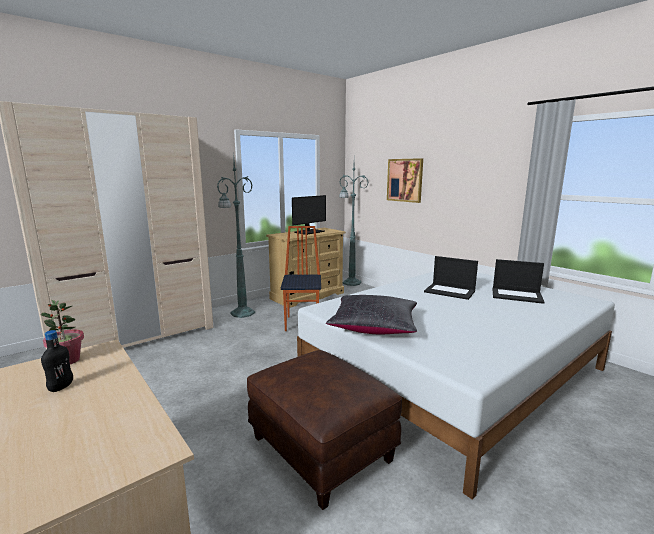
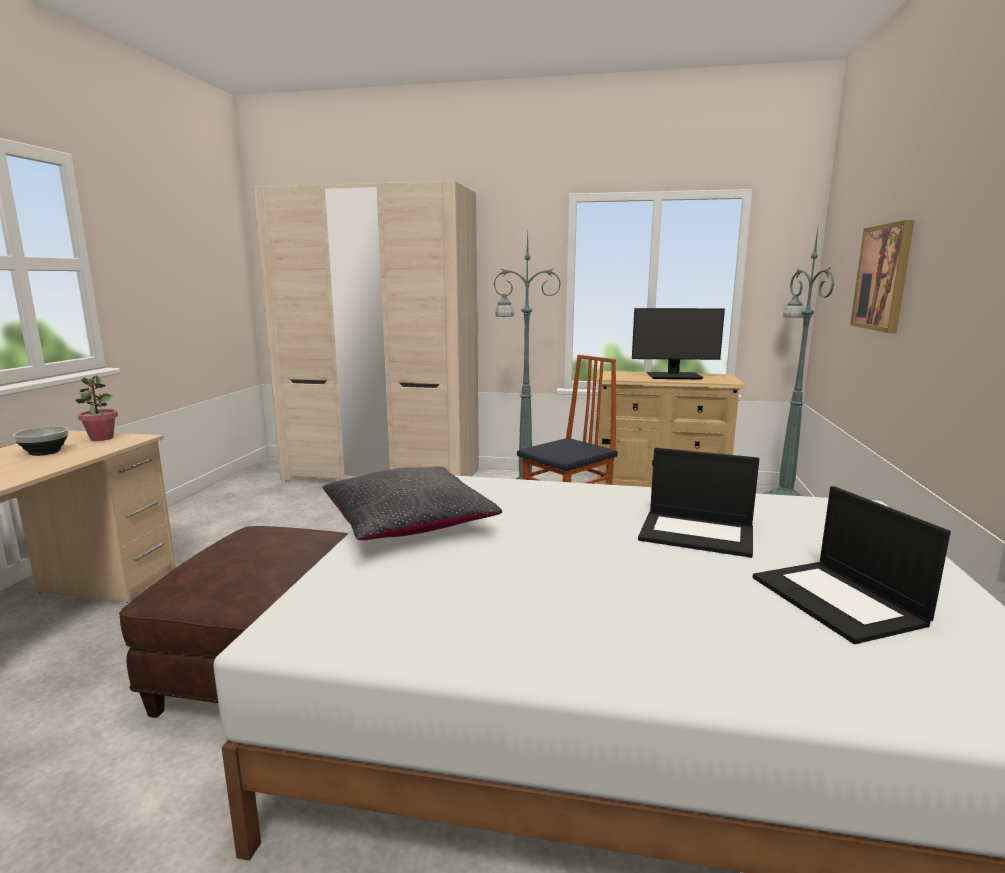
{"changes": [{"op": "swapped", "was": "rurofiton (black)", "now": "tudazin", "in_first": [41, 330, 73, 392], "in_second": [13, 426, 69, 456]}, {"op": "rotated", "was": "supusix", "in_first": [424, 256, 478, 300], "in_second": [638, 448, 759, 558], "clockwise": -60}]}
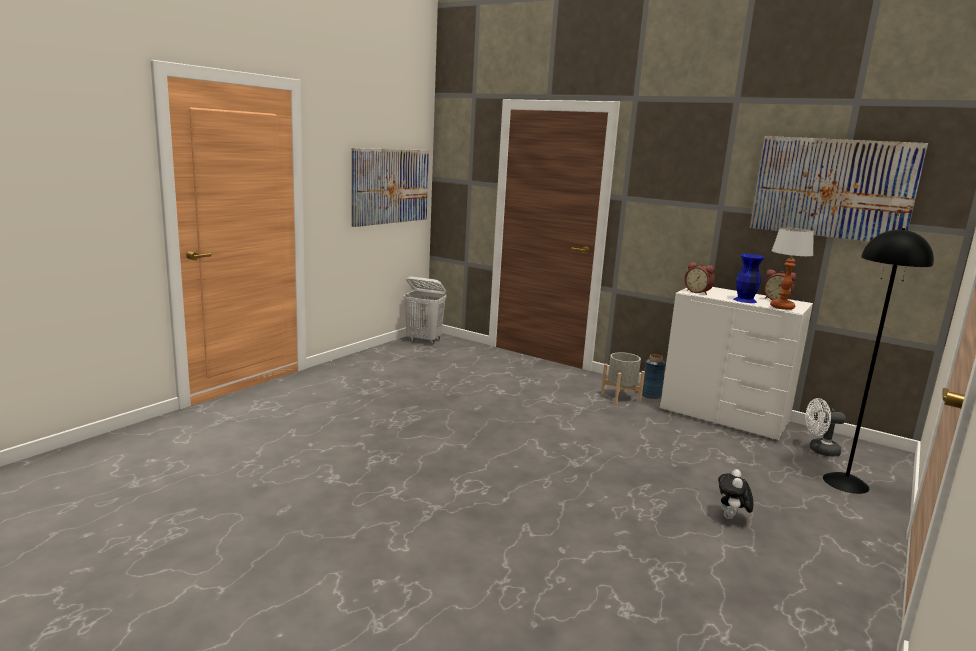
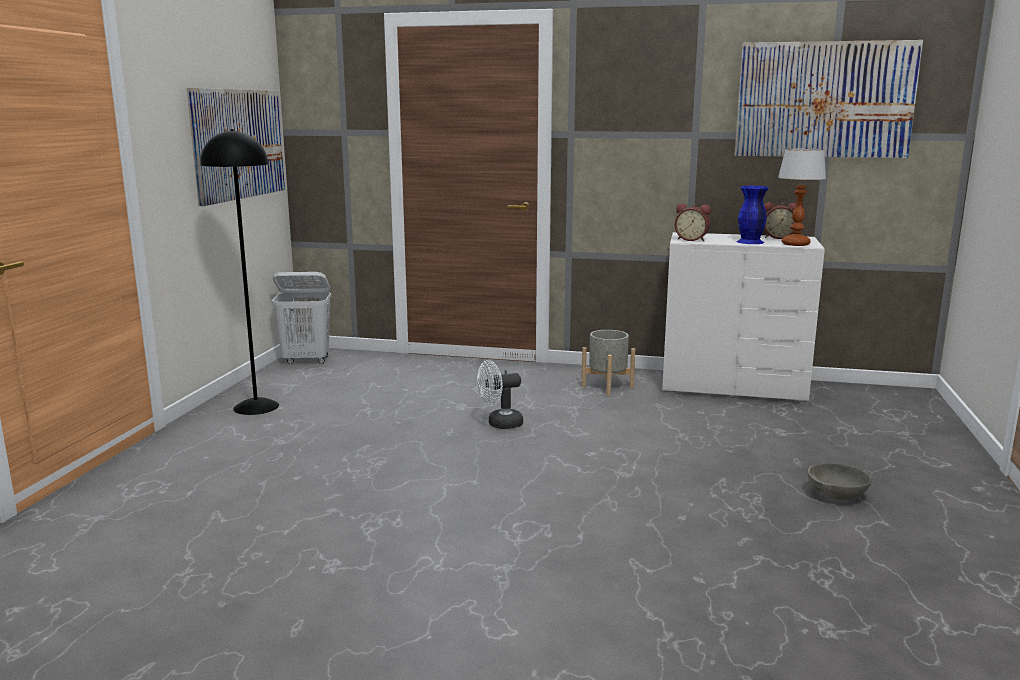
{"changes": [{"op": "gone", "was": "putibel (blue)", "in_first": [642, 354, 666, 399]}, {"op": "swapped", "was": "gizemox", "now": "tudazin (grey)", "in_first": [718, 469, 754, 519], "in_second": [808, 463, 871, 500]}, {"op": "shifted", "was": "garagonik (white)", "in_first": [805, 398, 846, 457], "in_second": [477, 360, 523, 429]}, {"op": "shifted", "was": "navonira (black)", "in_first": [823, 228, 934, 494], "in_second": [200, 129, 279, 415]}]}
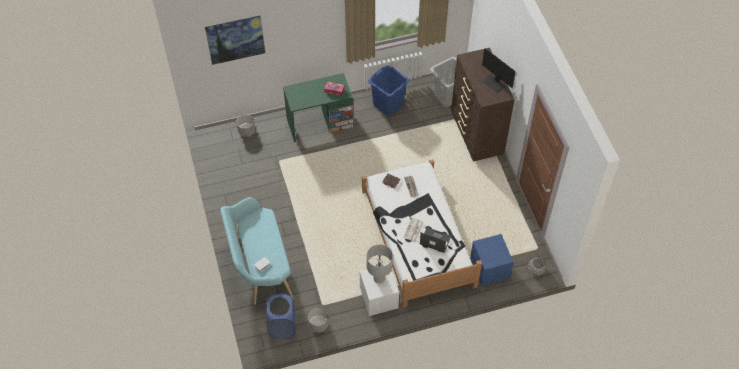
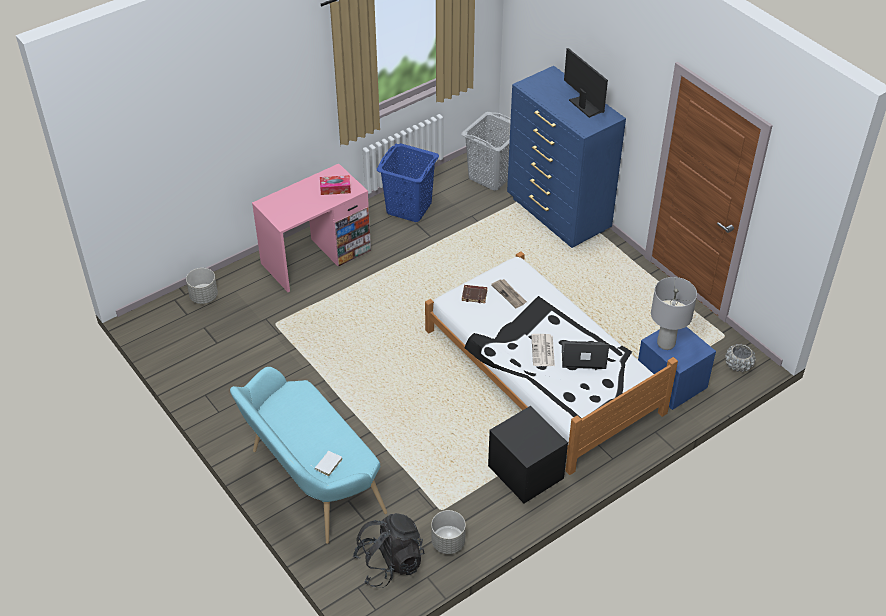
{"changes": [{"op": "gone", "was": "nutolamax", "in_first": [205, 15, 265, 65]}, {"op": "swapped", "was": "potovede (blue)", "now": "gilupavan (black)", "in_first": [265, 294, 295, 339], "in_second": [353, 513, 424, 588]}, {"op": "repainted", "was": "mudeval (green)", "now": "mudeval (pink)", "in_first": [283, 73, 353, 142], "in_second": [252, 164, 371, 292]}, {"op": "repainted", "was": "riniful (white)", "now": "riniful (black)", "in_first": [360, 263, 399, 316], "in_second": [488, 406, 568, 503]}, {"op": "shifted", "was": "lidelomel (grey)", "in_first": [366, 244, 393, 284], "in_second": [651, 277, 697, 350]}, {"op": "repainted", "was": "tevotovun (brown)", "now": "tevotovun (blue)", "in_first": [451, 48, 515, 162], "in_second": [507, 66, 626, 248]}, {"op": "rotated", "was": "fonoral", "in_first": [482, 48, 516, 93], "in_second": [564, 48, 608, 118], "clockwise": -150}]}
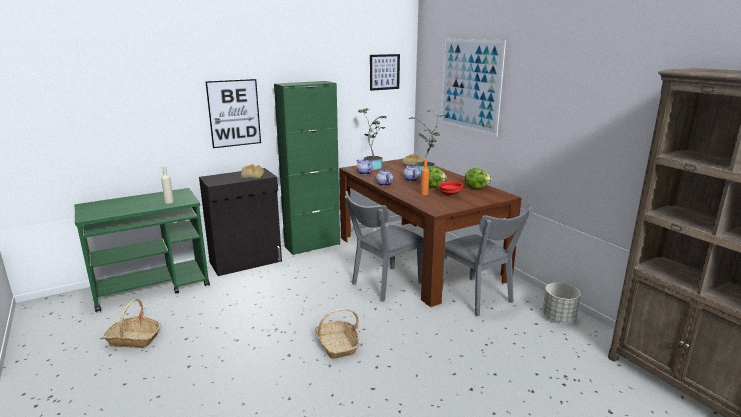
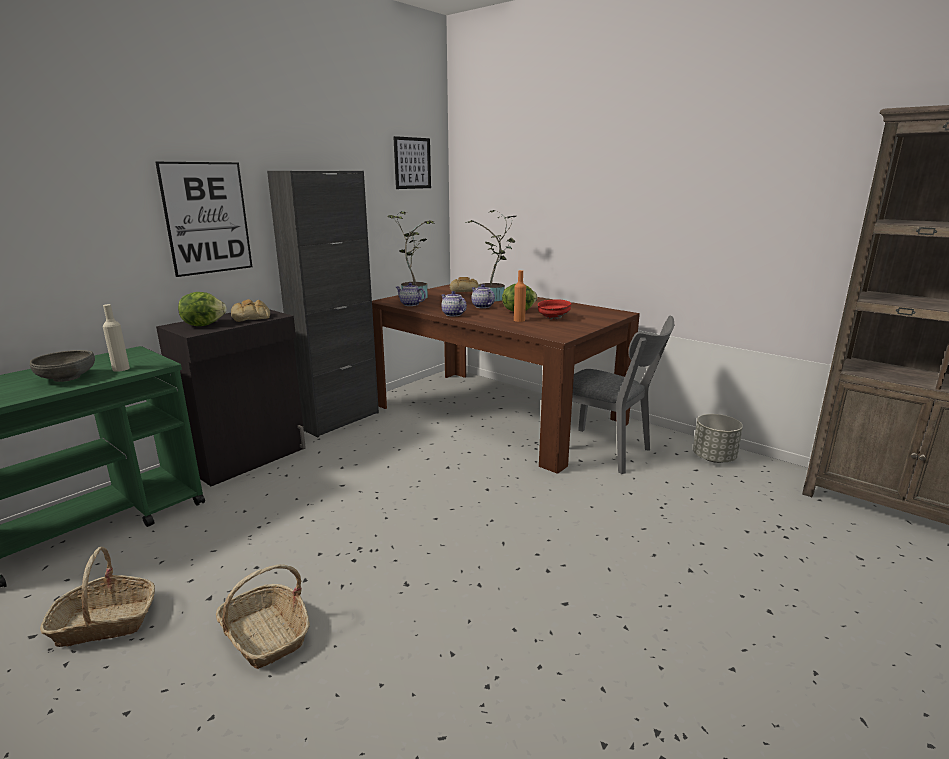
{"changes": [{"op": "repainted", "was": "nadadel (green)", "now": "nadadel (black)", "in_first": [274, 81, 340, 255], "in_second": [267, 171, 379, 437]}, {"op": "shifted", "was": "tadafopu", "in_first": [315, 308, 360, 359], "in_second": [216, 564, 310, 669]}, {"op": "gone", "was": "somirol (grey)", "in_first": [345, 191, 423, 302]}, {"op": "gone", "was": "nutolamax", "in_first": [440, 39, 506, 137]}, {"op": "shifted", "was": "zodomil", "in_first": [465, 168, 492, 189], "in_second": [178, 292, 227, 326]}, {"op": "new", "now": "tudazin (grey)", "in_second": [30, 350, 95, 382]}]}
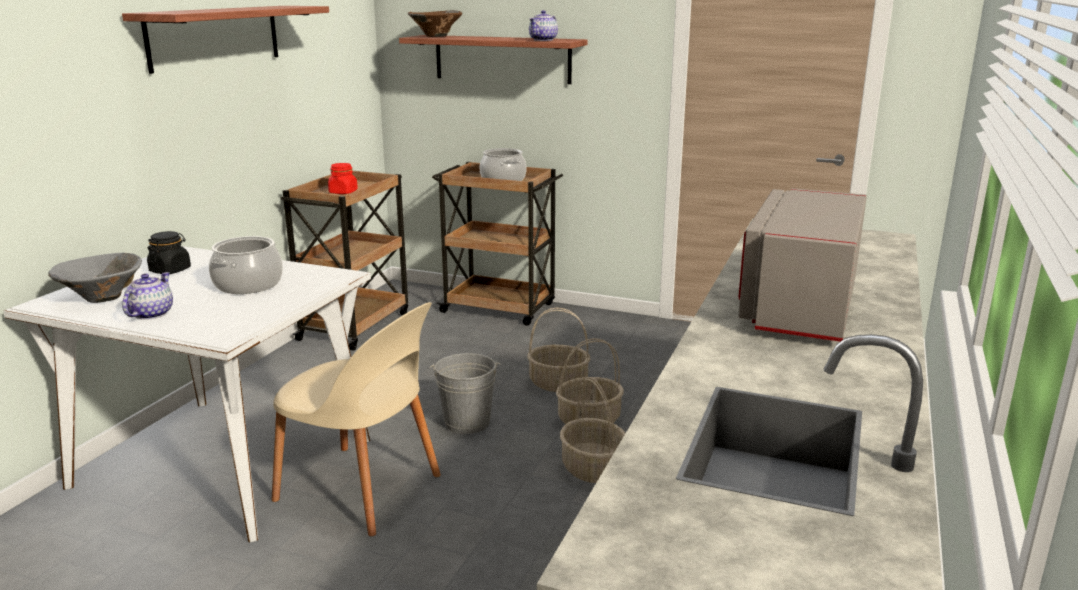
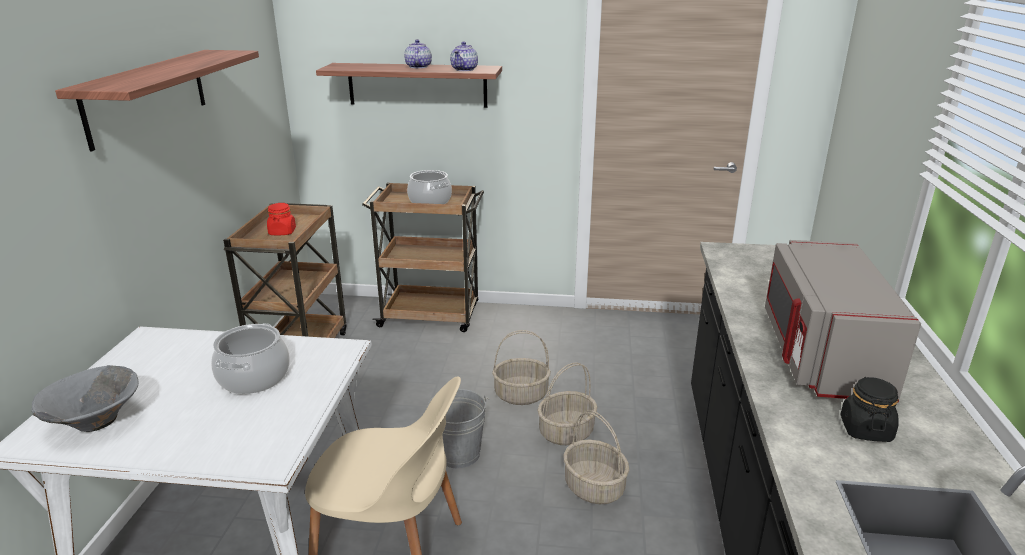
{"changes": [{"op": "shifted", "was": "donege", "in_first": [122, 272, 173, 320], "in_second": [404, 39, 432, 68]}, {"op": "shifted", "was": "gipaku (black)", "in_first": [147, 231, 191, 274], "in_second": [840, 377, 899, 442]}, {"op": "gone", "was": "tudazin (brown)", "in_first": [408, 10, 462, 37]}]}
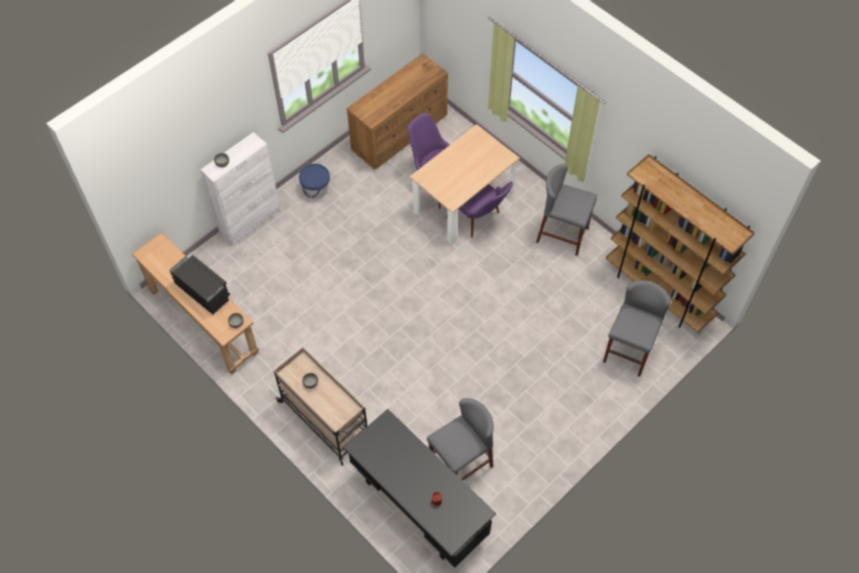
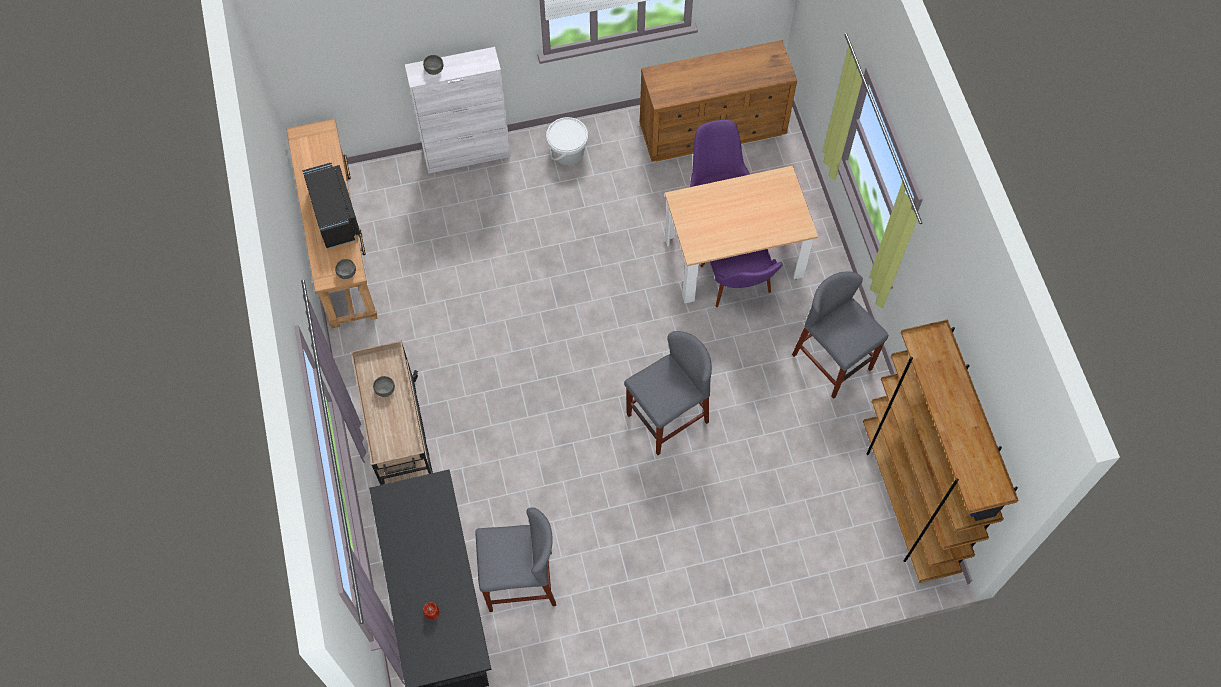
{"changes": [{"op": "repainted", "was": "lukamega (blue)", "now": "lukamega (white)", "in_first": [299, 164, 330, 199], "in_second": [546, 117, 588, 165]}, {"op": "shifted", "was": "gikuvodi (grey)", "in_first": [603, 280, 671, 377], "in_second": [624, 331, 712, 455]}]}
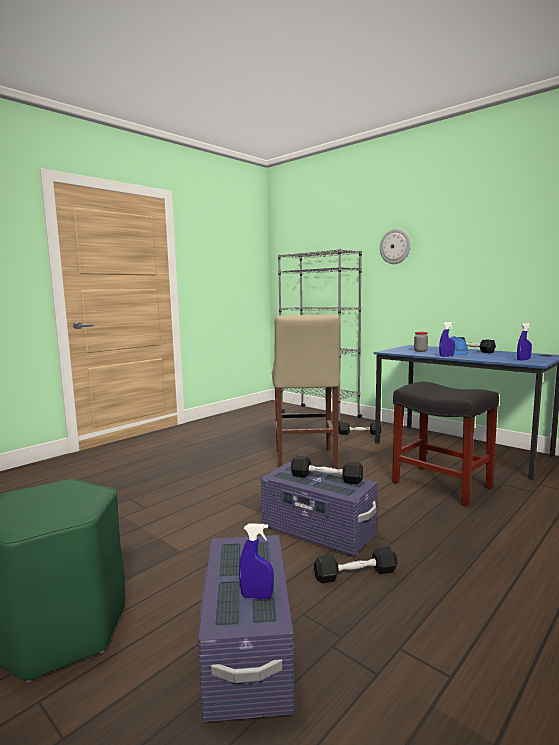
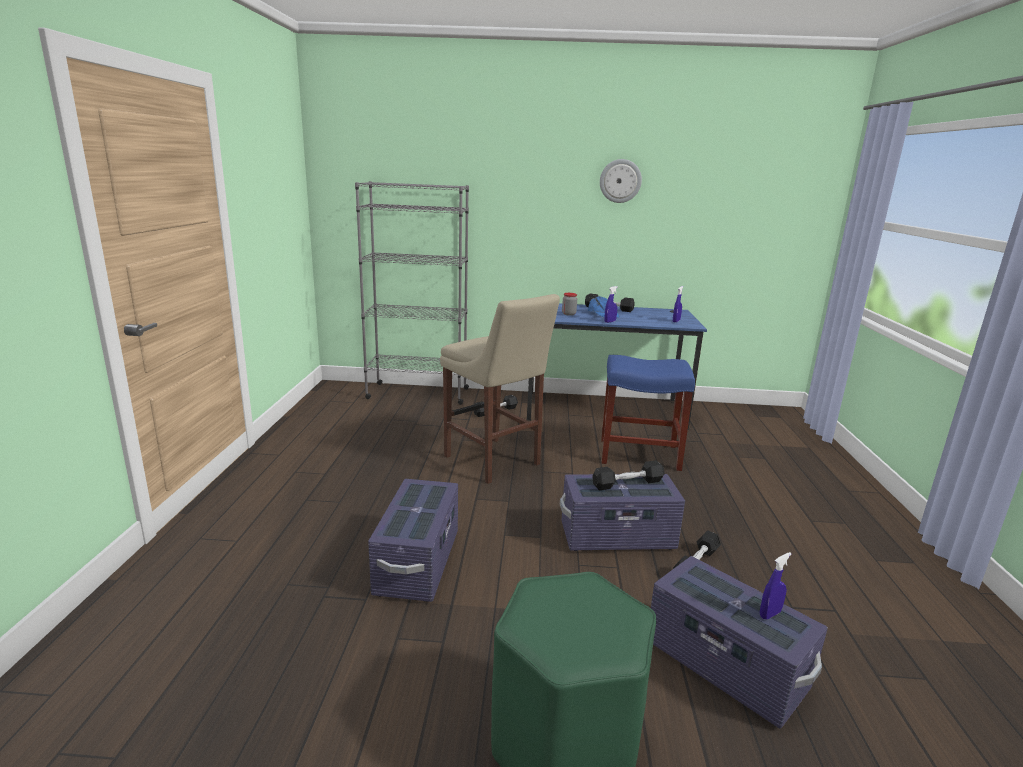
{"changes": [{"op": "shifted", "was": "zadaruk", "in_first": [380, 229, 411, 264], "in_second": [600, 159, 642, 203]}, {"op": "repainted", "was": "gikuvodi (black)", "now": "gikuvodi (blue)", "in_first": [392, 382, 499, 507], "in_second": [601, 355, 695, 471]}, {"op": "new", "now": "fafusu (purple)", "in_second": [368, 479, 458, 602]}]}
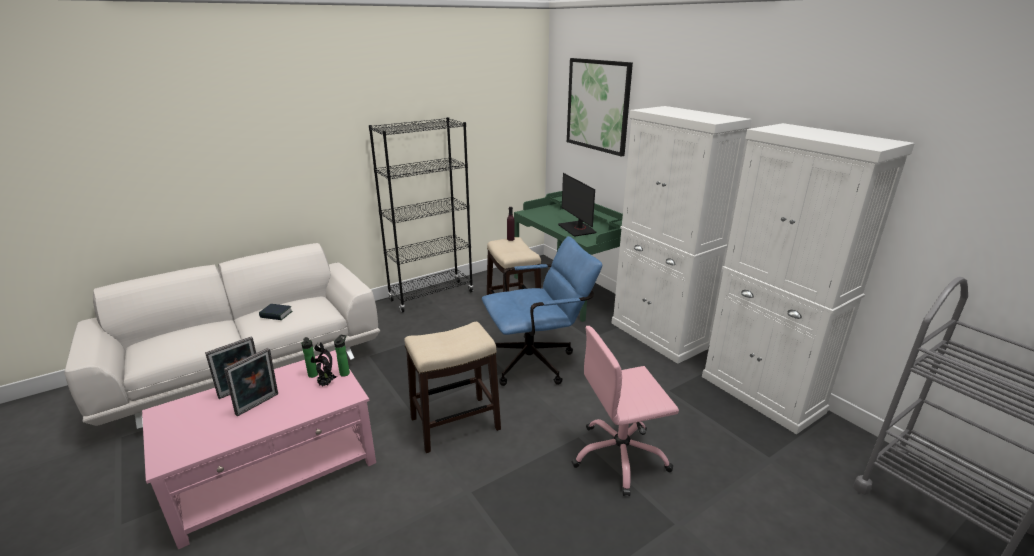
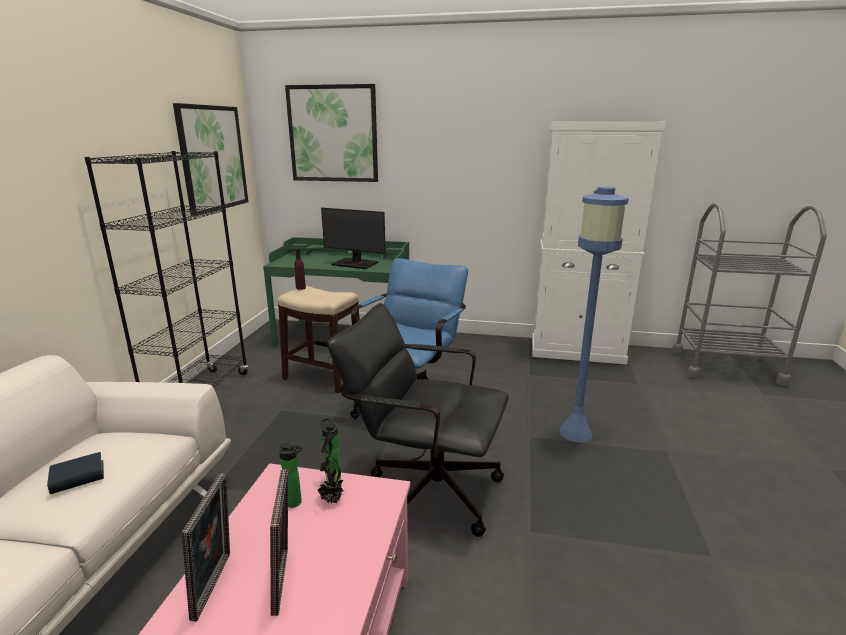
{"changes": [{"op": "swapped", "was": "gikuvodi", "now": "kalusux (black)", "in_first": [404, 322, 501, 453], "in_second": [327, 303, 509, 537]}, {"op": "swapped", "was": "kalusux (pink)", "now": "navonira (blue)", "in_first": [571, 326, 679, 496], "in_second": [559, 187, 629, 442]}, {"op": "gone", "was": "nadadel (white)", "in_first": [612, 106, 752, 364]}, {"op": "new", "now": "nutolamax", "in_second": [173, 103, 248, 217]}]}
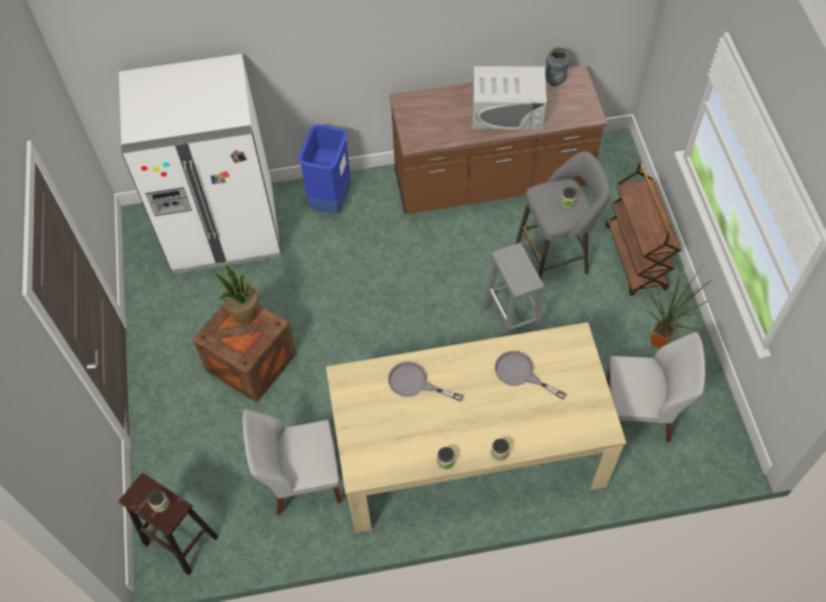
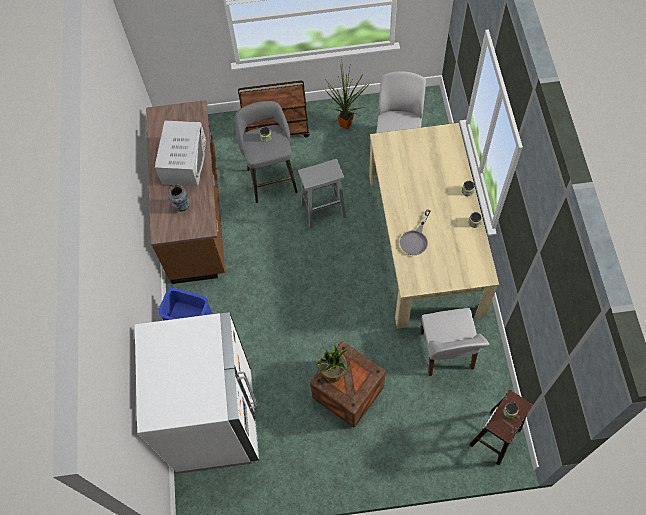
{"changes": [{"op": "gone", "was": "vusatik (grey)", "in_first": [495, 351, 567, 400]}, {"op": "shifted", "was": "putibel", "in_first": [545, 47, 569, 86], "in_second": [168, 184, 190, 212]}]}
